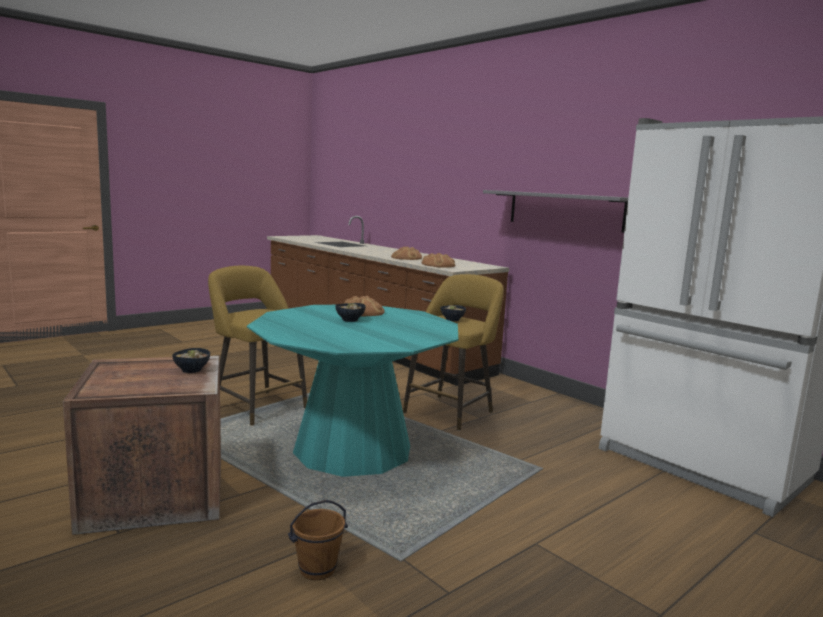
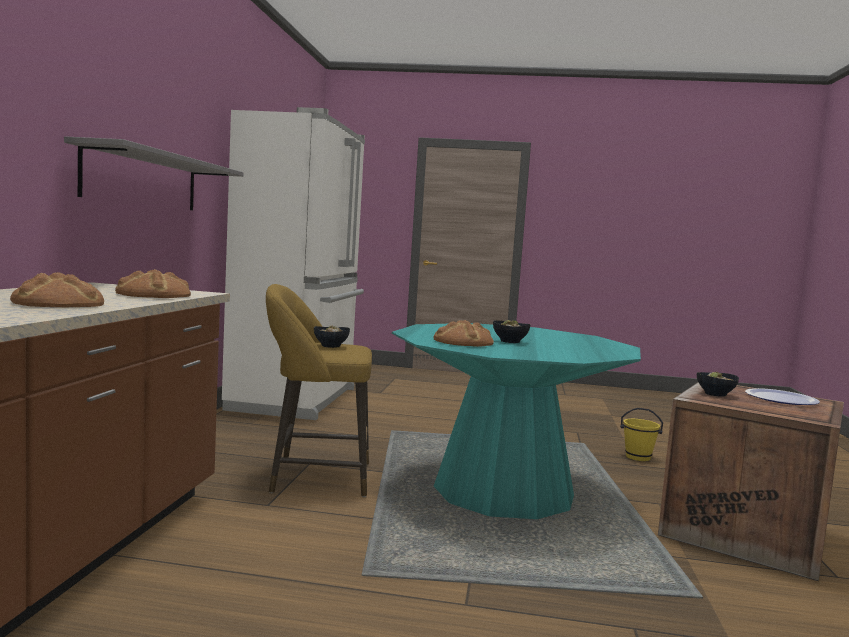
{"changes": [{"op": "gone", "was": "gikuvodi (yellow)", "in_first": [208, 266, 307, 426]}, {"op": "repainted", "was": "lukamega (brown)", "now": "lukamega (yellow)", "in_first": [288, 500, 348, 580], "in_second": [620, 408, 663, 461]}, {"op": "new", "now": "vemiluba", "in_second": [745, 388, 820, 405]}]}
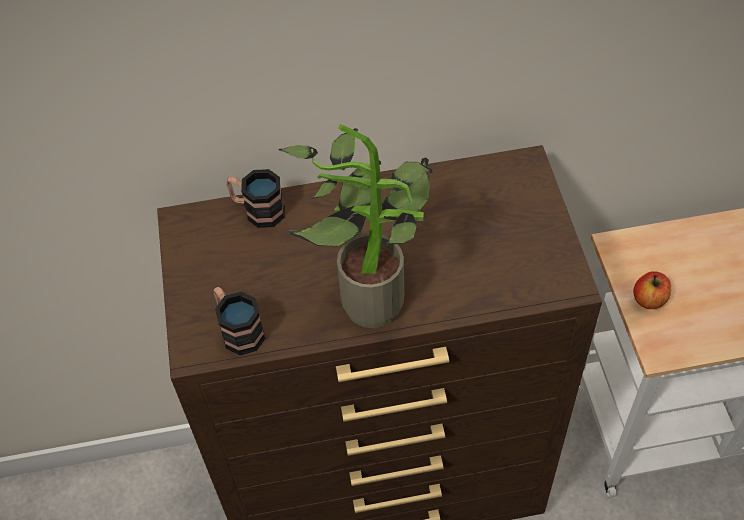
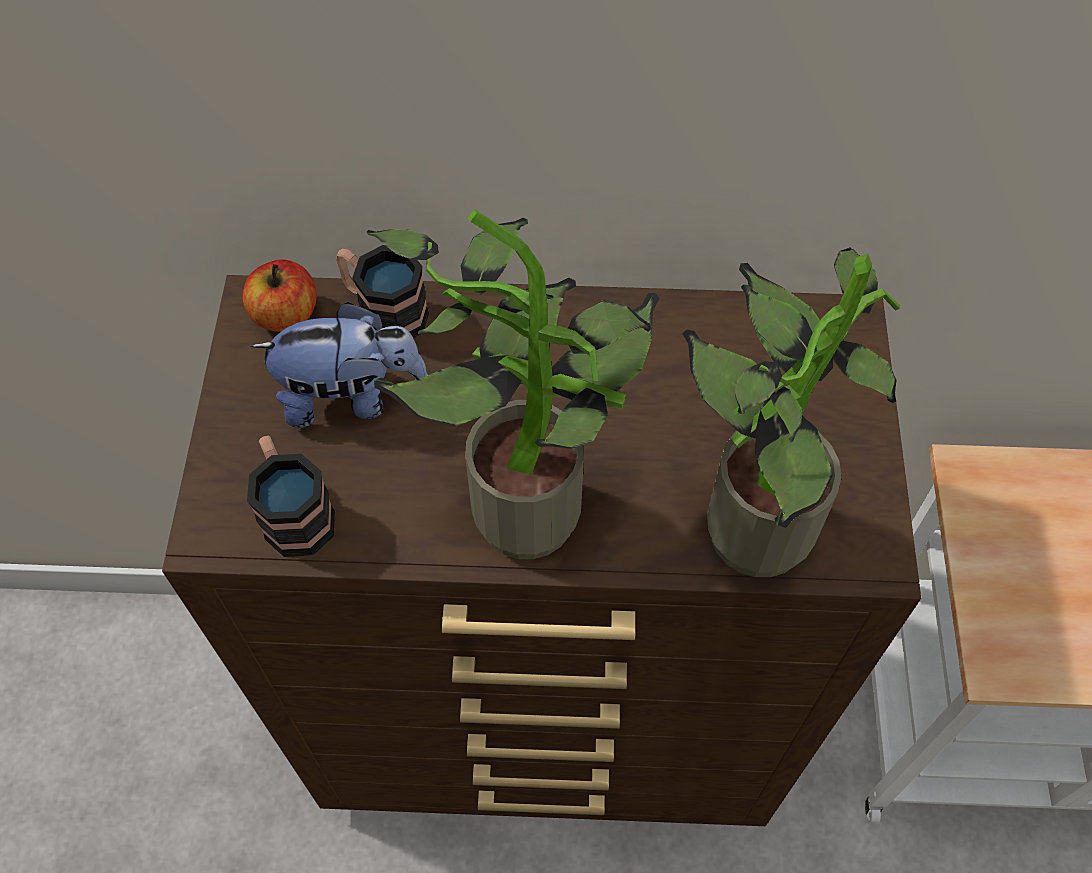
{"changes": [{"op": "shifted", "was": "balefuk", "in_first": [634, 271, 671, 309], "in_second": [242, 259, 317, 332]}, {"op": "new", "now": "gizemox", "in_second": [250, 302, 428, 428]}, {"op": "new", "now": "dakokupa", "in_second": [682, 247, 900, 577]}]}
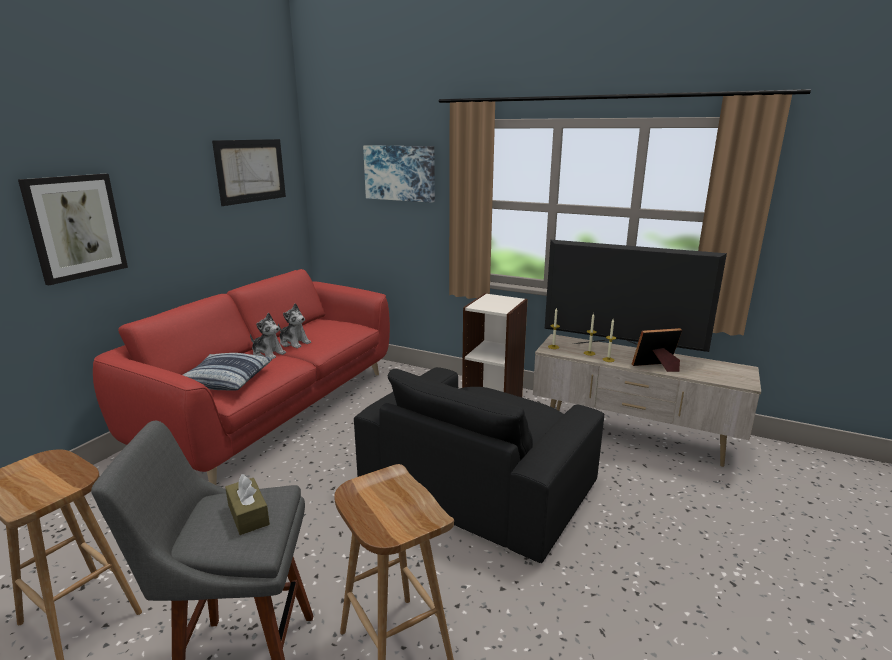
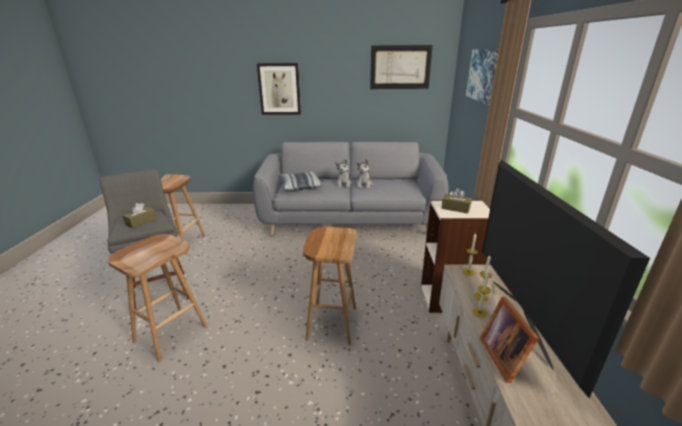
{"changes": [{"op": "repainted", "was": "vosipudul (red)", "now": "vosipudul (grey)", "in_first": [93, 269, 390, 485], "in_second": [253, 142, 449, 235]}, {"op": "swapped", "was": "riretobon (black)", "now": "gikuvodi (brown)", "in_first": [354, 367, 604, 563], "in_second": [303, 227, 357, 345]}, {"op": "rotated", "was": "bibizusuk", "in_first": [632, 328, 682, 372], "in_second": [480, 296, 539, 383], "clockwise": -150}, {"op": "new", "now": "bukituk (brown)", "in_second": [441, 188, 472, 213]}]}
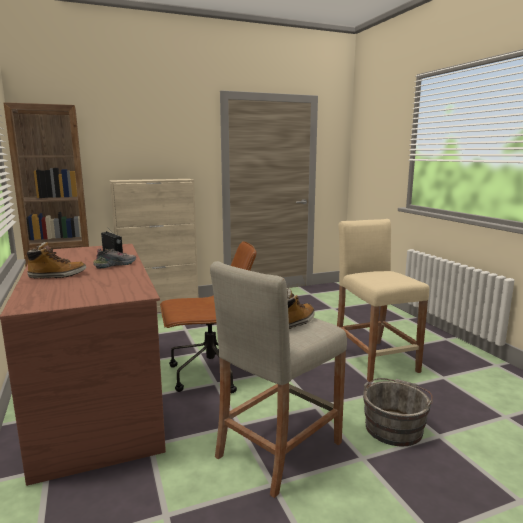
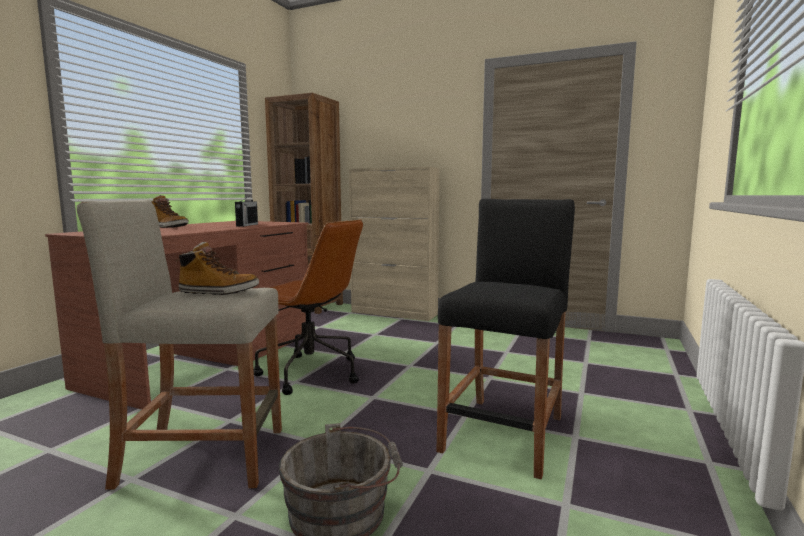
{"changes": [{"op": "gone", "was": "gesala", "in_first": [93, 249, 136, 269]}, {"op": "repainted", "was": "gikuvodi (beige)", "now": "gikuvodi (black)", "in_first": [337, 219, 429, 382], "in_second": [436, 199, 575, 480]}]}
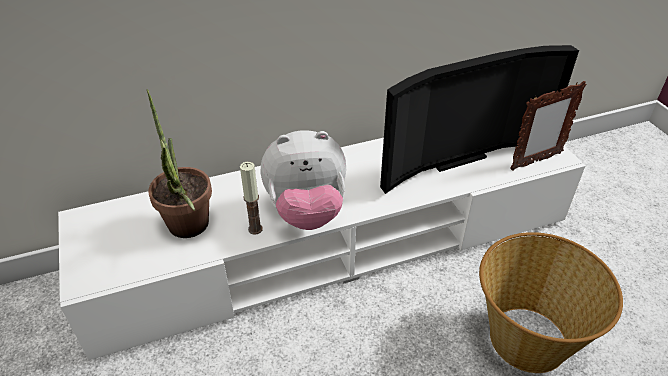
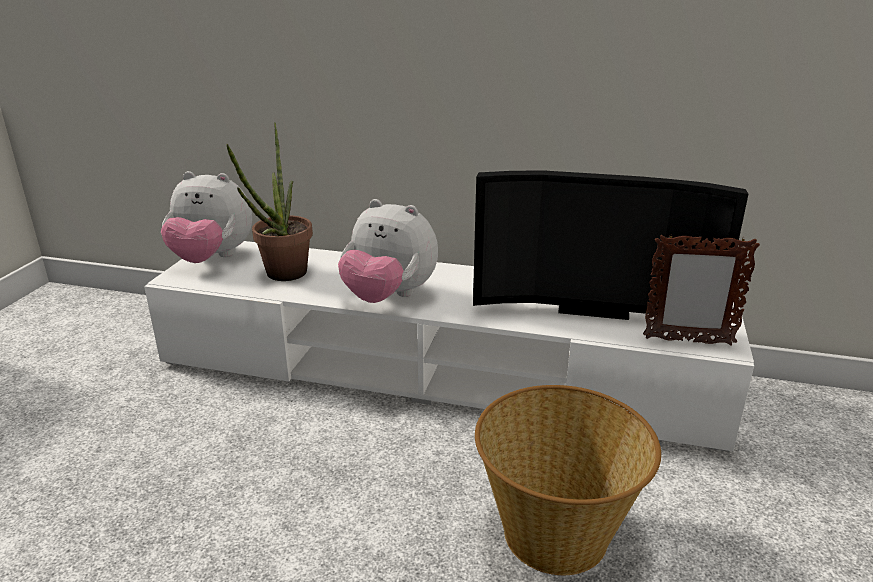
{"changes": [{"op": "gone", "was": "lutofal", "in_first": [240, 162, 263, 235]}, {"op": "new", "now": "gizemox", "in_second": [161, 171, 252, 263]}]}
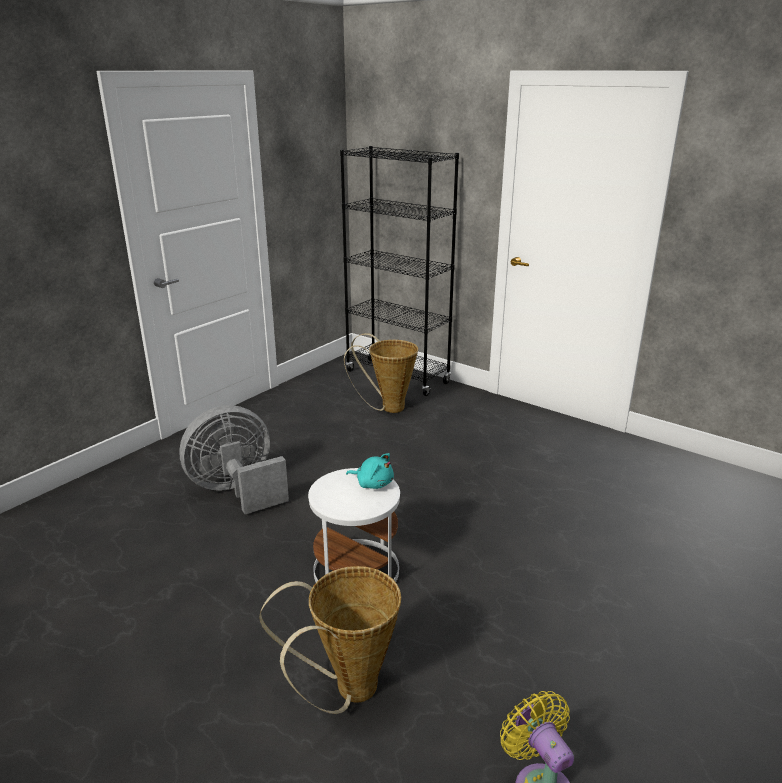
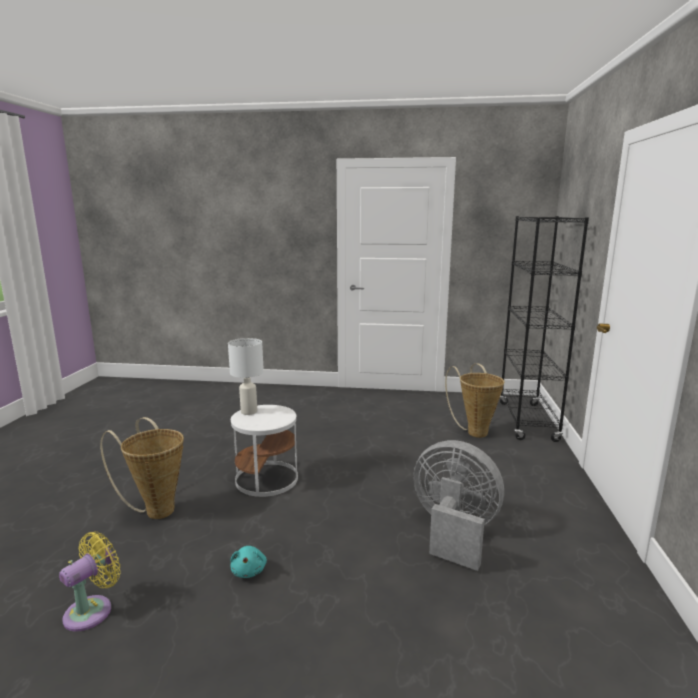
{"changes": [{"op": "shifted", "was": "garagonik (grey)", "in_first": [179, 405, 289, 514], "in_second": [413, 440, 504, 571]}, {"op": "shifted", "was": "gizemox (turquoise)", "in_first": [346, 453, 394, 489], "in_second": [231, 546, 267, 578]}, {"op": "new", "now": "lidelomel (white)", "in_second": [228, 338, 264, 415]}]}
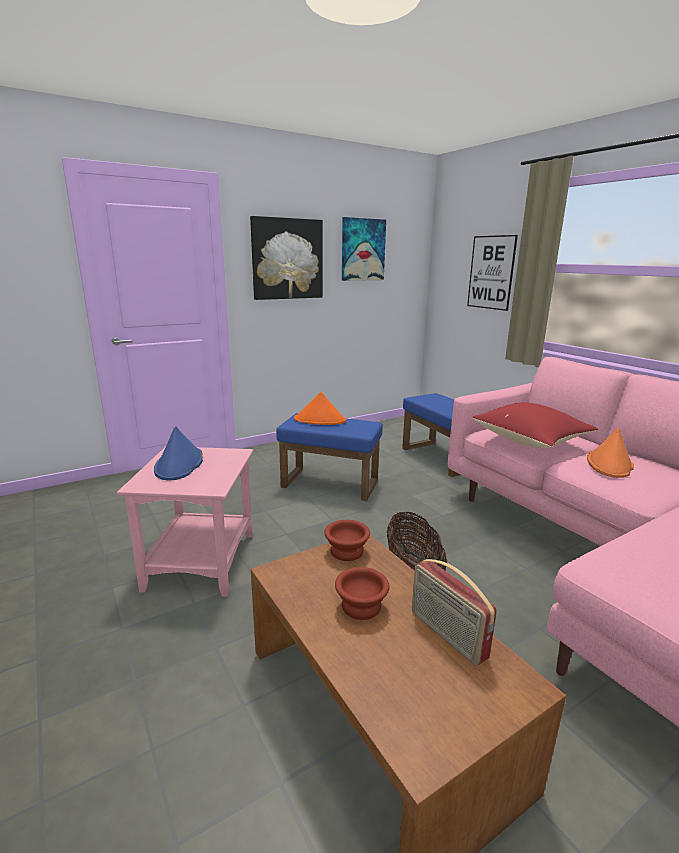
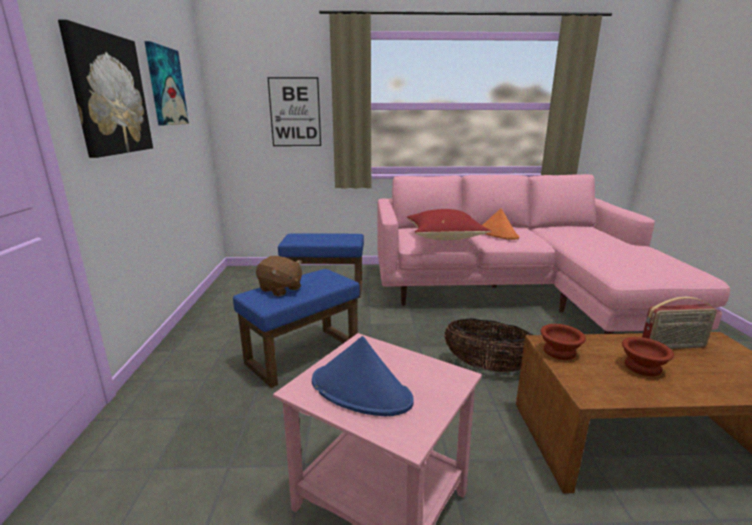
{"changes": [{"op": "swapped", "was": "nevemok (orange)", "now": "gizemox (brown)", "in_first": [294, 392, 346, 425], "in_second": [256, 256, 302, 296]}]}
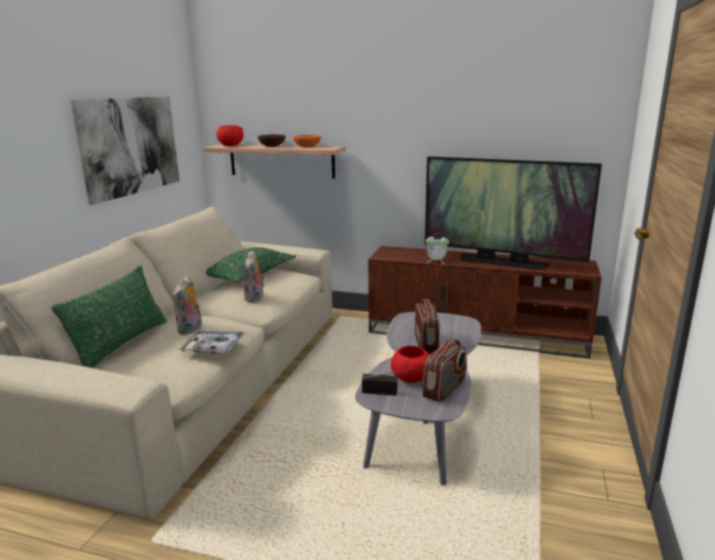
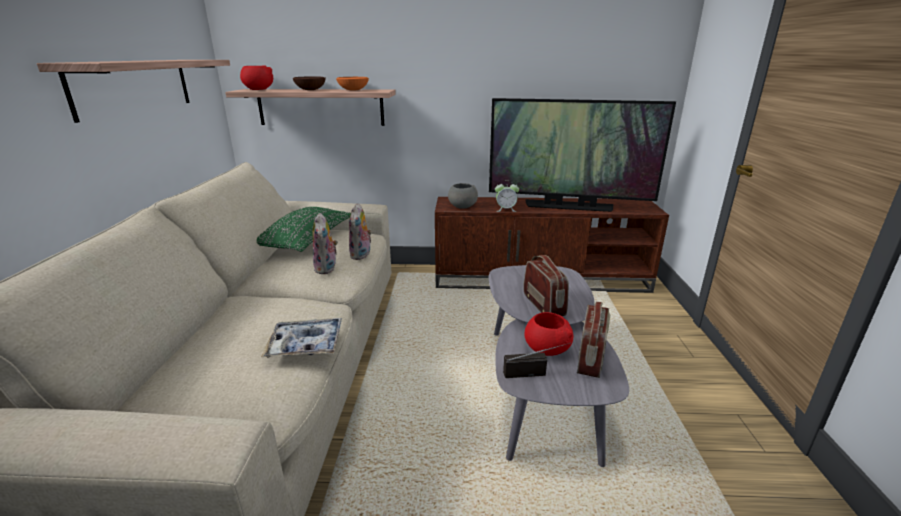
{"changes": [{"op": "gone", "was": "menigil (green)", "in_first": [52, 265, 167, 368]}, {"op": "swapped", "was": "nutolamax", "now": "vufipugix", "in_first": [71, 96, 179, 205], "in_second": [37, 60, 230, 123]}, {"op": "shifted", "was": "gizemox", "in_first": [173, 276, 202, 334], "in_second": [349, 203, 372, 260]}, {"op": "new", "now": "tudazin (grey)", "in_second": [448, 183, 478, 209]}]}
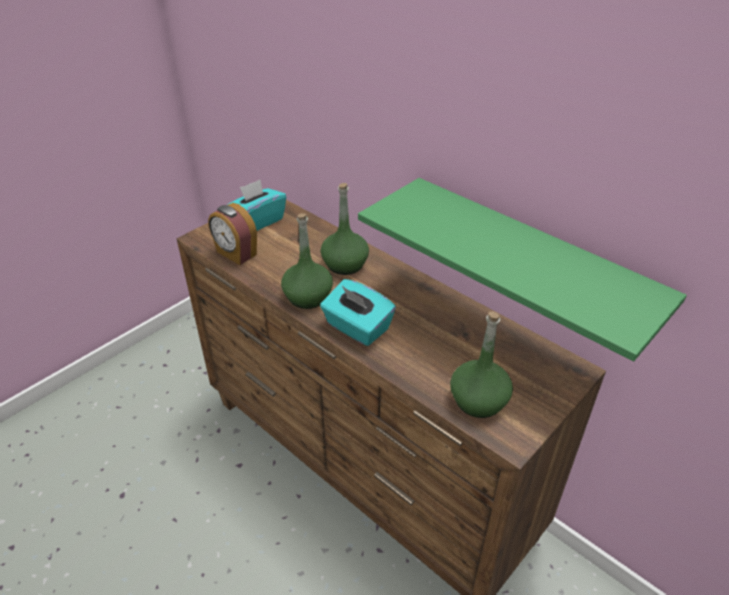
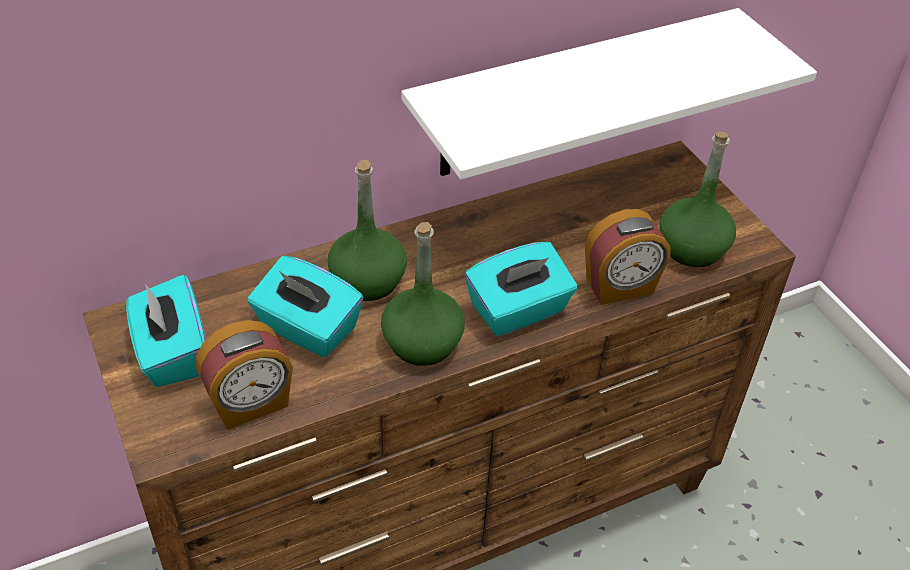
{"changes": [{"op": "repainted", "was": "vufipugix (green)", "now": "vufipugix (white)", "in_first": [358, 178, 687, 361], "in_second": [401, 8, 817, 179]}, {"op": "new", "now": "bukituk (turquoise)", "in_second": [248, 256, 363, 358]}, {"op": "new", "now": "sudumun", "in_second": [585, 209, 671, 305]}]}
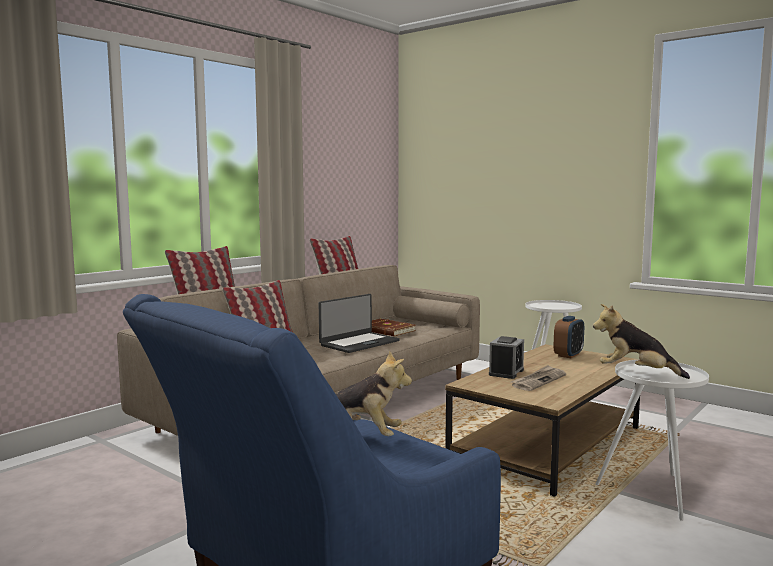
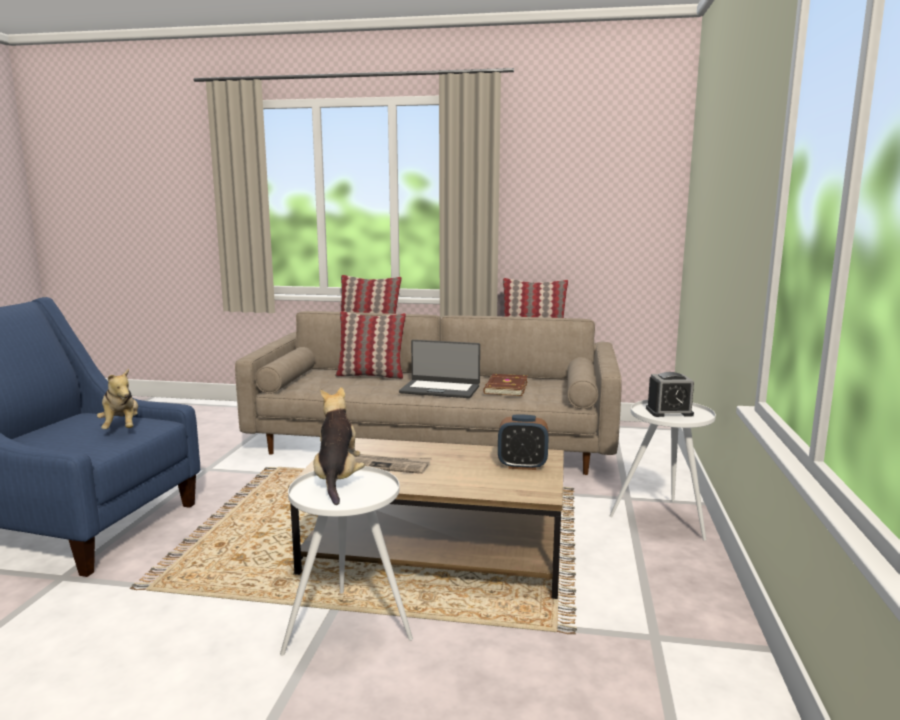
{"changes": [{"op": "shifted", "was": "sudumun", "in_first": [489, 336, 524, 379], "in_second": [646, 372, 694, 417]}]}
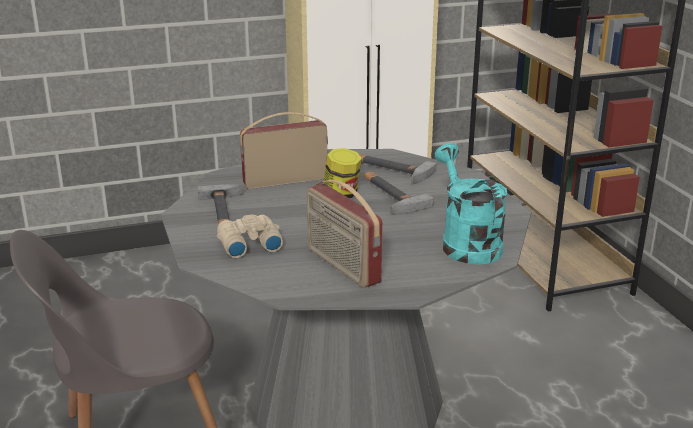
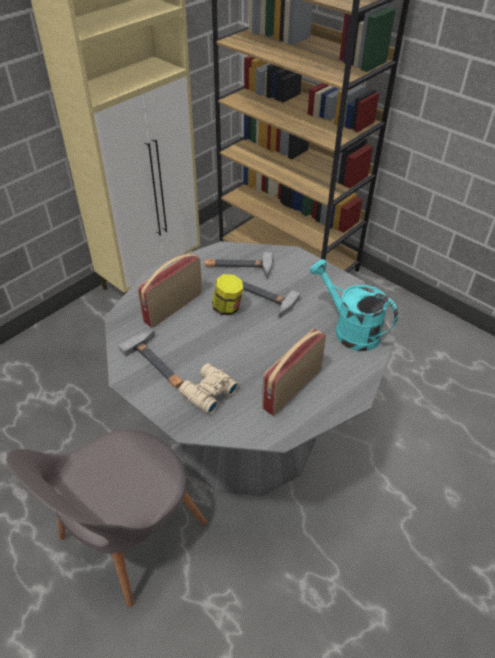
{"changes": [{"op": "rotated", "was": "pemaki", "in_first": [307, 180, 383, 288], "in_second": [262, 329, 326, 416], "clockwise": 105}]}
